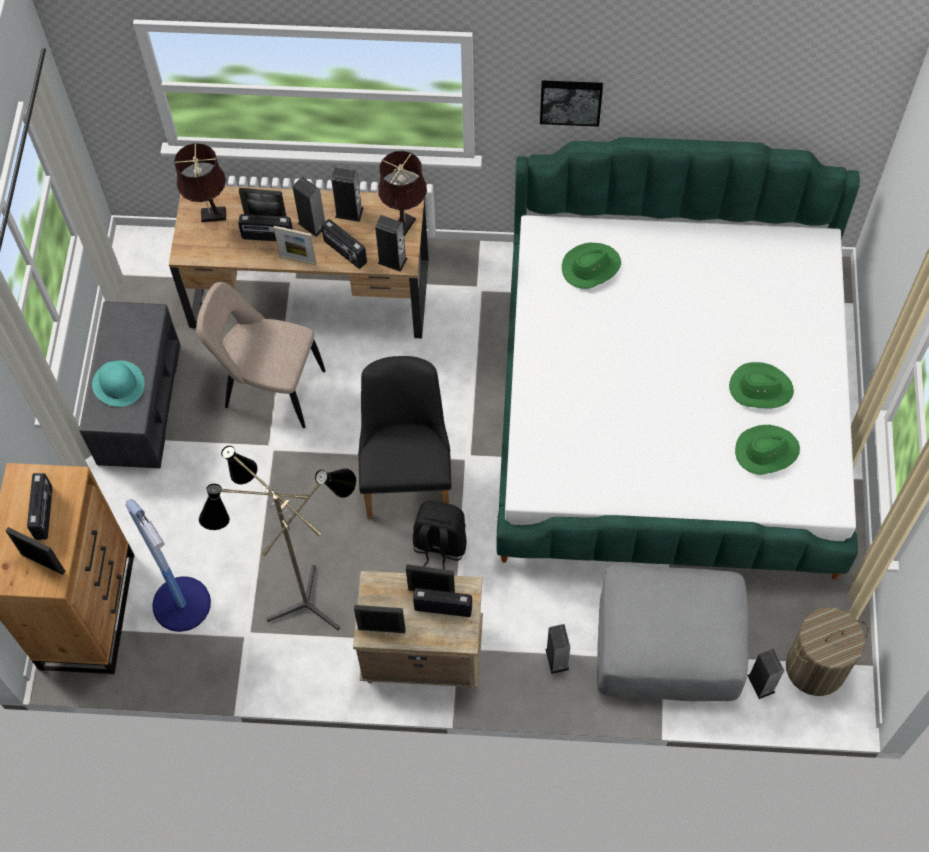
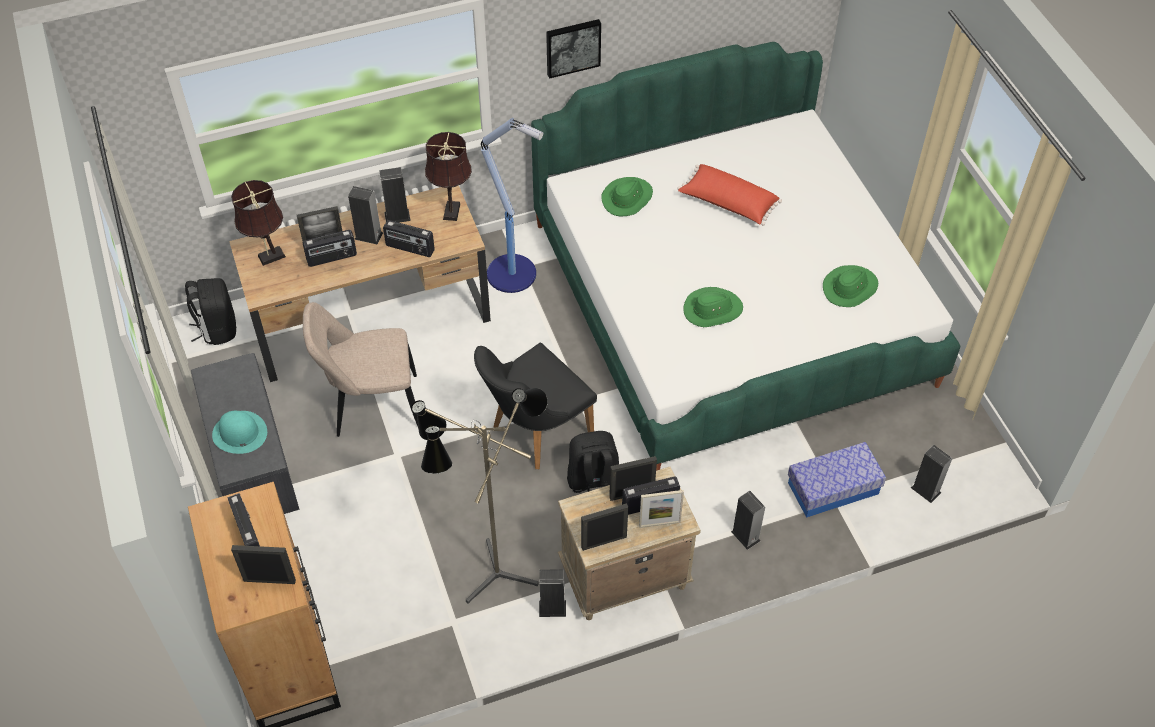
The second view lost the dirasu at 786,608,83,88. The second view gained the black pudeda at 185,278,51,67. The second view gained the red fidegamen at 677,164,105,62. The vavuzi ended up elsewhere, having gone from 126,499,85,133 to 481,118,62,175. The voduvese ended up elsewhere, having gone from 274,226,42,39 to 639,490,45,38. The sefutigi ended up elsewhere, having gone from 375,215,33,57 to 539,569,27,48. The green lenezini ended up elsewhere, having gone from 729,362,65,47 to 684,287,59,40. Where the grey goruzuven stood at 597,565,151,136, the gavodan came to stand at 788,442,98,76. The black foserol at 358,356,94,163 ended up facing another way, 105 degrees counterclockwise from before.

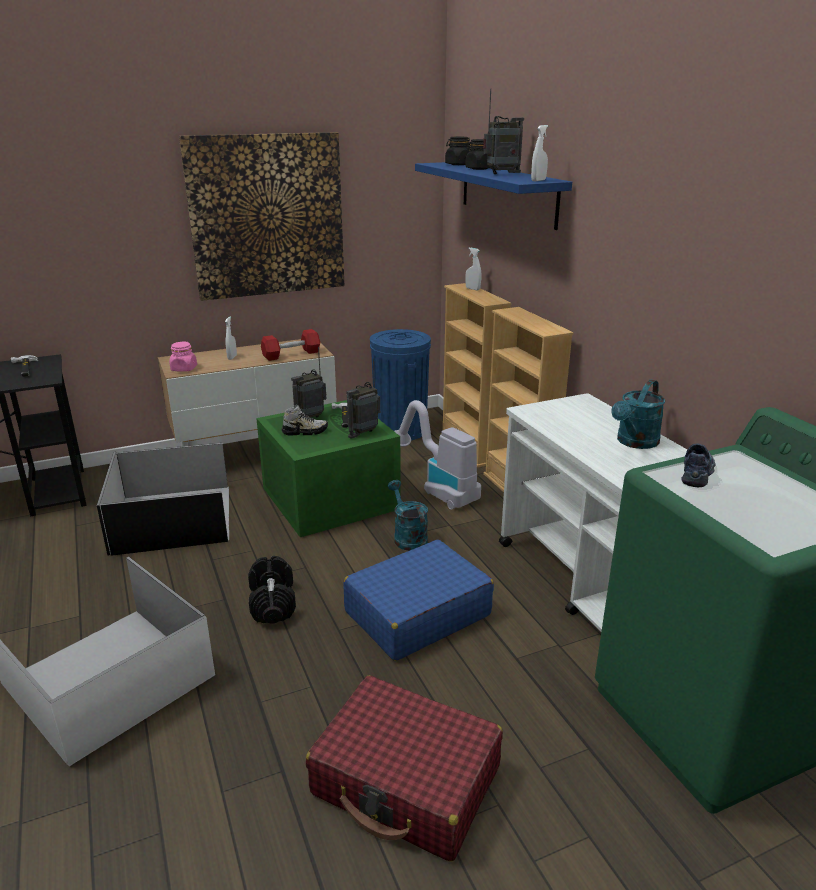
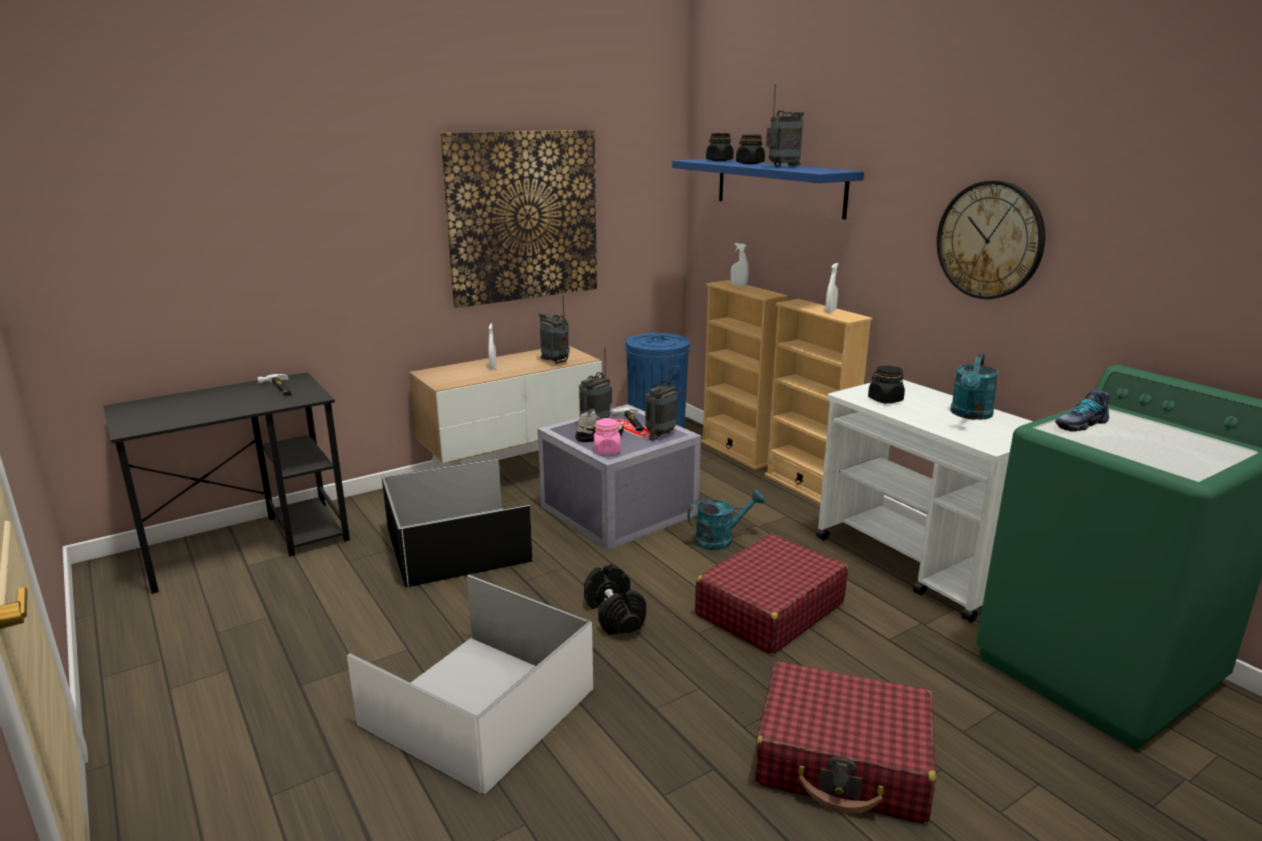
The second view lost the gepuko at 394,400,87,110. The second view gained the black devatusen at 868,365,37,39. The second view gained the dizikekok at 937,180,108,119. The pink devatusen ended up elsewhere, having gone from 169,342,28,30 to 594,418,27,36. The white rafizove ended up elsewhere, having gone from 531,125,17,57 to 825,263,14,50. Where the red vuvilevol stood at 261,329,59,32, the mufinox came to stand at 539,295,31,69. What was the green gavodan at 256,400,145,137 turned into the grey gavodan at 538,404,163,146. What was the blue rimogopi at 343,540,151,121 turned into the red rimogopi at 695,534,153,121. The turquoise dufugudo at 388,480,40,71 ended up facing another way, 105 degrees clockwise from before. The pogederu at 681,443,34,44 ended up facing another way, 135 degrees counterclockwise from before.

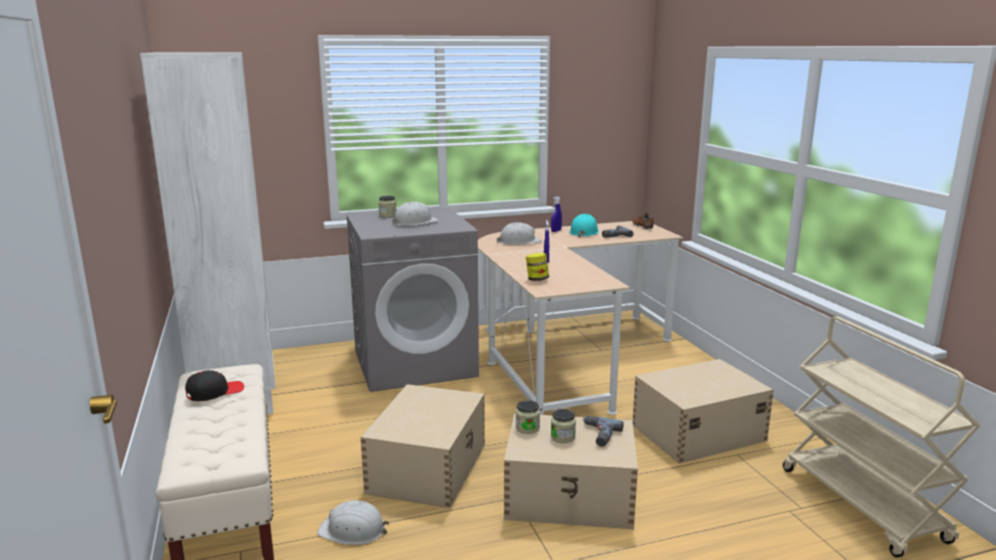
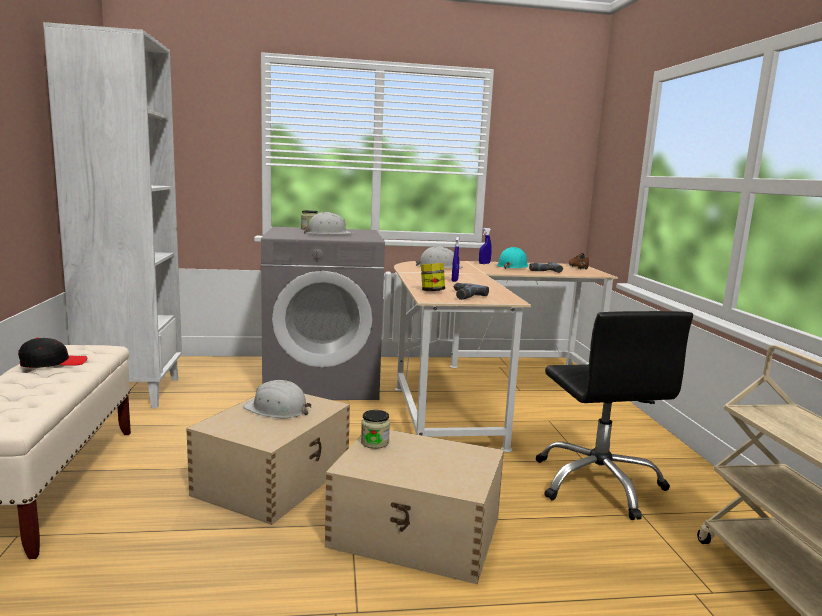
The second view lost the devatusen at 551,409,25,34. The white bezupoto ended up elsewhere, having gone from 317,501,72,44 to 243,380,68,39. The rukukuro ended up elsewhere, having gone from 583,416,41,31 to 453,283,36,17. Where the beige gavodan stood at 633,359,141,105, the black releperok came to stand at 536,311,157,209.

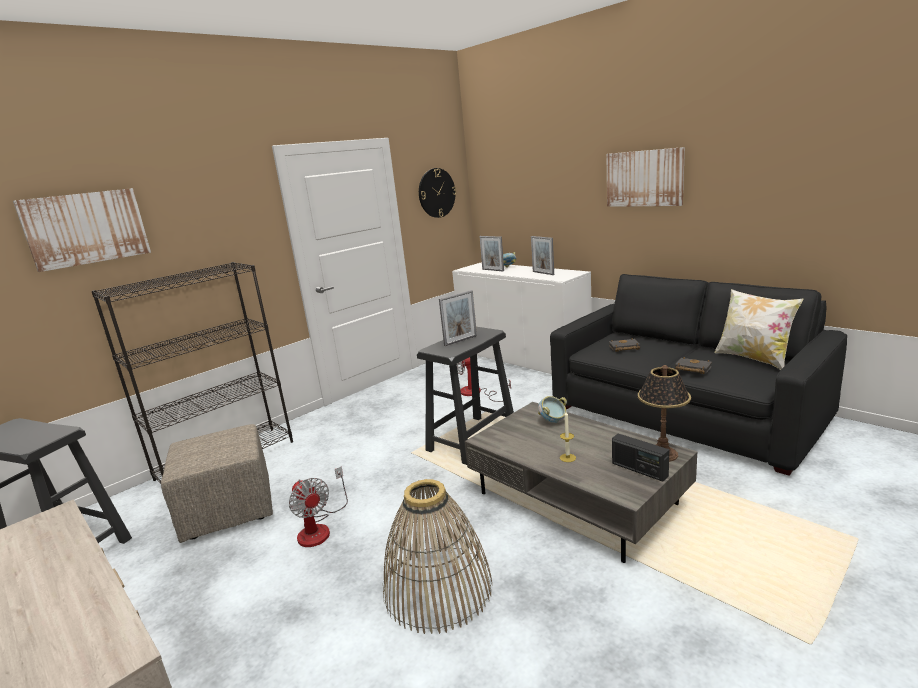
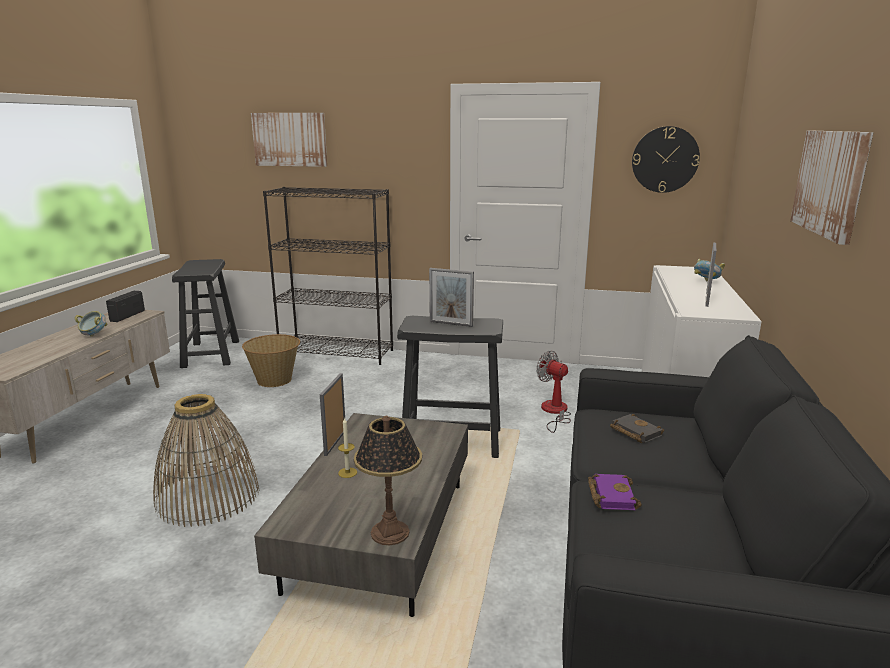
The second view lost the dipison at 289,466,59,81. The second view lost the fidegamen at 714,289,89,81. The voduvese ended up elsewhere, having gone from 480,236,24,35 to 320,373,25,83. The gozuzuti ended up elsewhere, having gone from 538,396,29,27 to 75,311,32,26. The mufinox ended up elsewhere, having gone from 612,434,57,48 to 106,291,39,31. Where the beige goruzuven stood at 161,424,112,119, the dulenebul came to stand at 242,334,58,53. What was the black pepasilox at 675,357,37,17 turned into the purple pepasilox at 588,474,54,36.

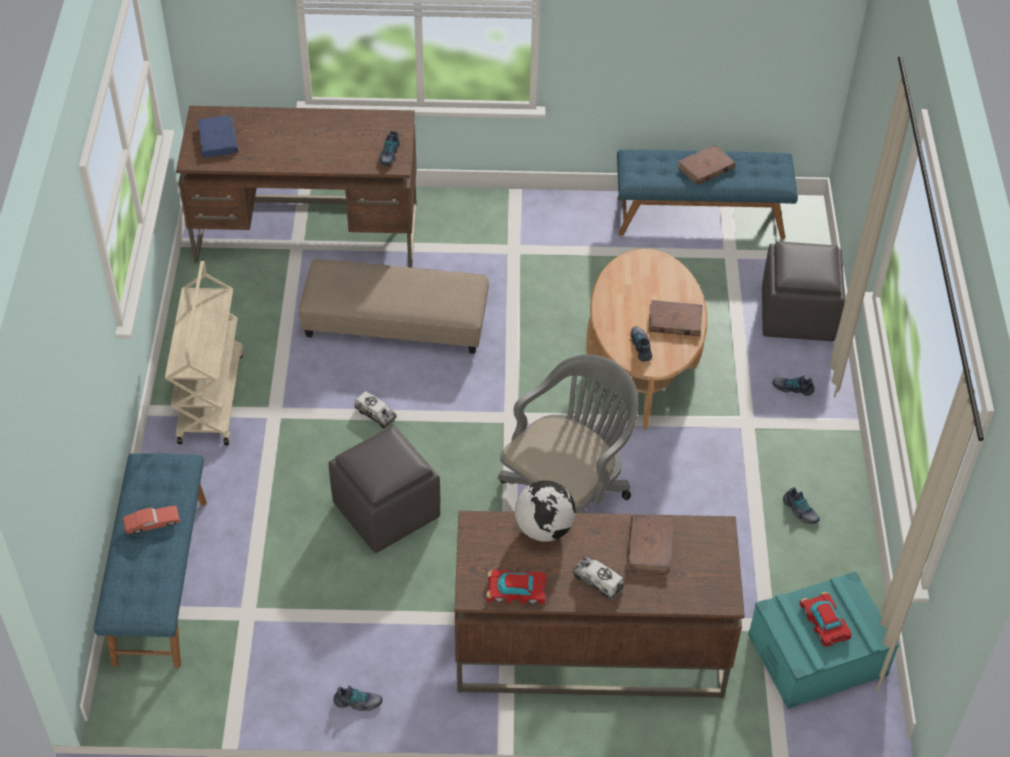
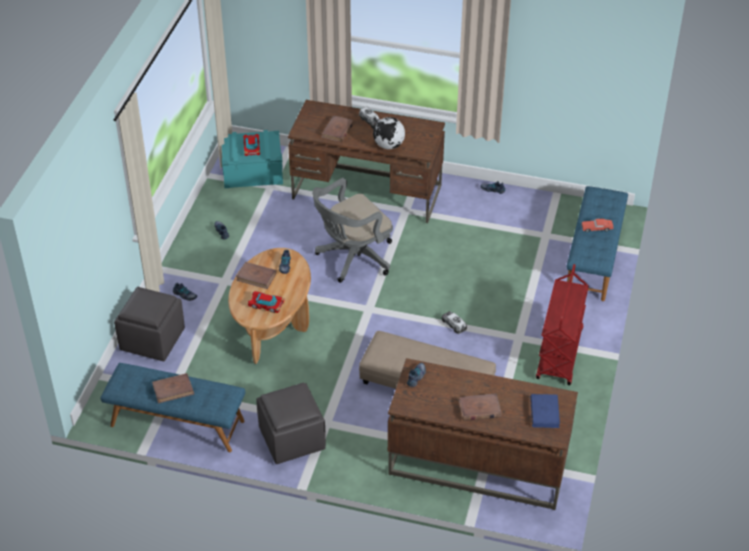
The second view gained the brown pepasilox at 458,393,44,28. The grey goruzuven ended up elsewhere, having gone from 328,426,112,127 to 256,383,70,81. The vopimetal ended up elsewhere, having gone from 487,570,59,34 to 248,291,36,22. What was the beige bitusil at 165,261,78,184 turned into the red bitusil at 536,264,53,121.

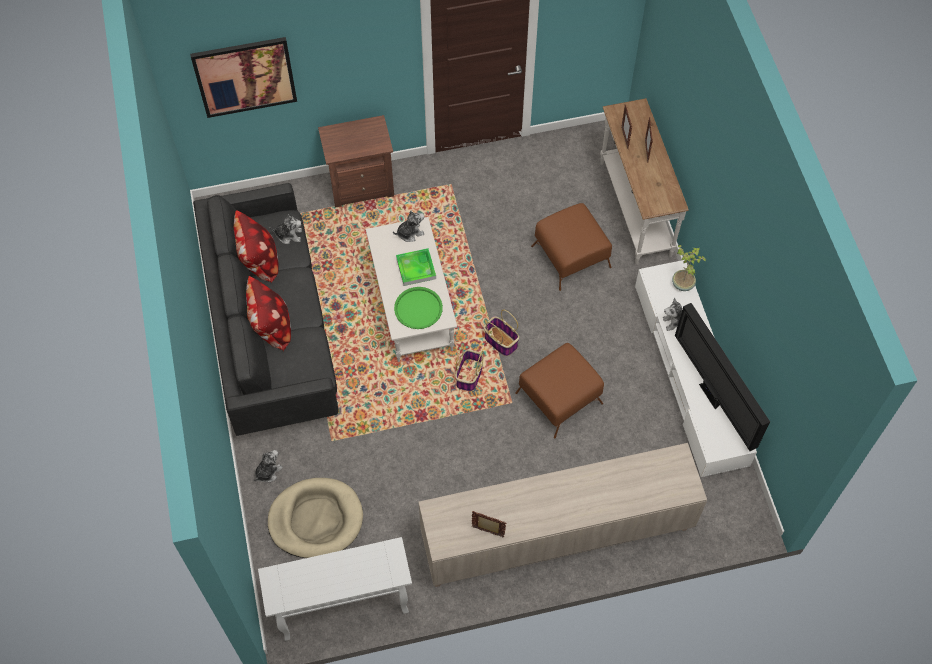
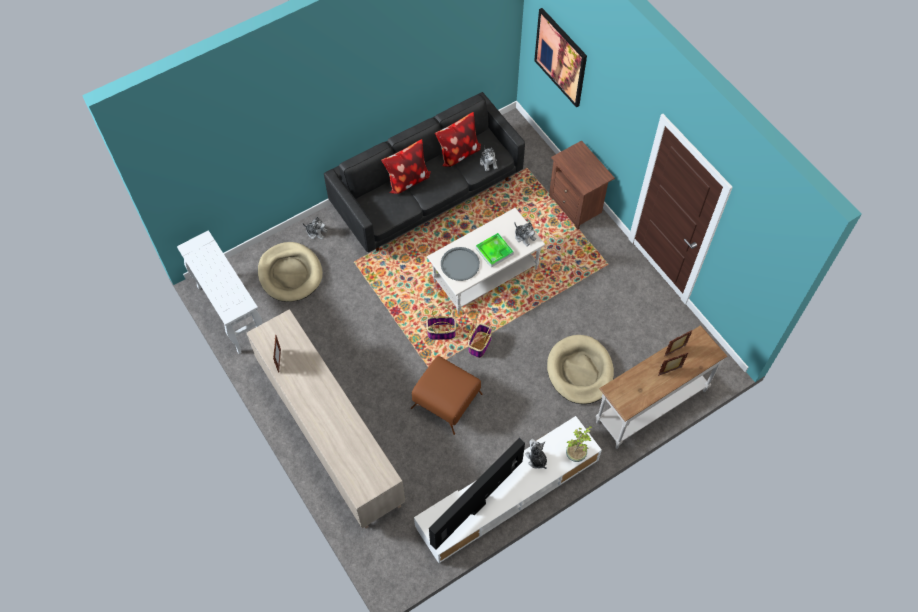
Where the brown goruzuven stood at 531,203,81,88, the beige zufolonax came to stand at 547,335,67,69. What was the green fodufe at 394,287,49,42 turned into the grey fodufe at 441,247,39,34.

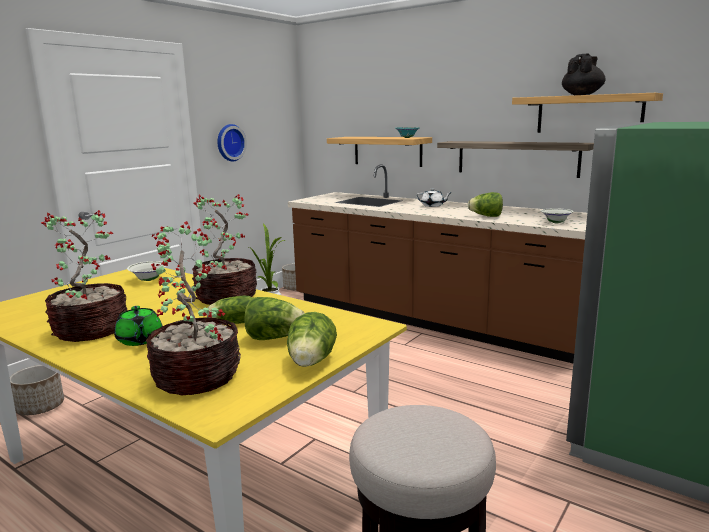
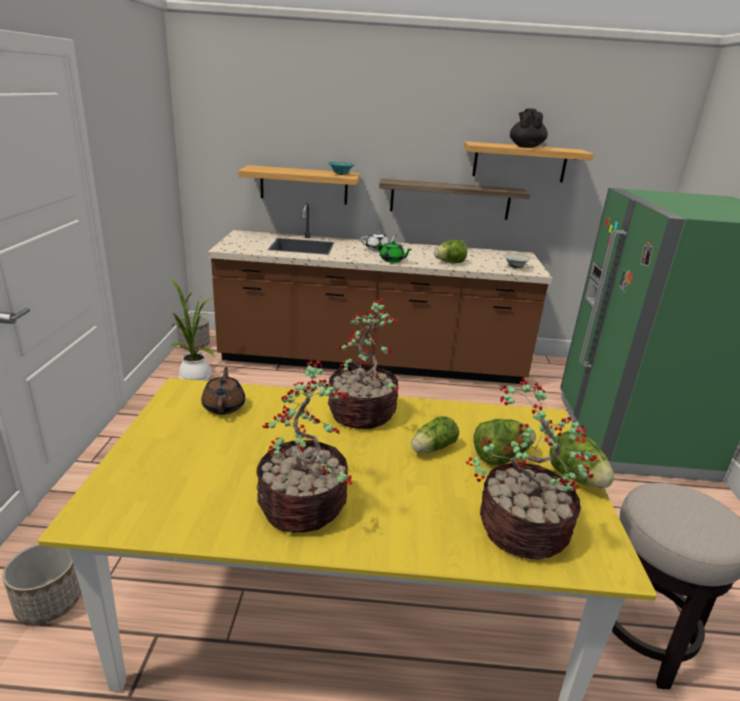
The second view lost the dizikekok at 217,124,30,38. The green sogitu ended up elsewhere, having gone from 114,306,49,40 to 376,241,36,22. Where the white gozuzuti stood at 127,261,39,20, the brown sogitu came to stand at 201,367,44,48.

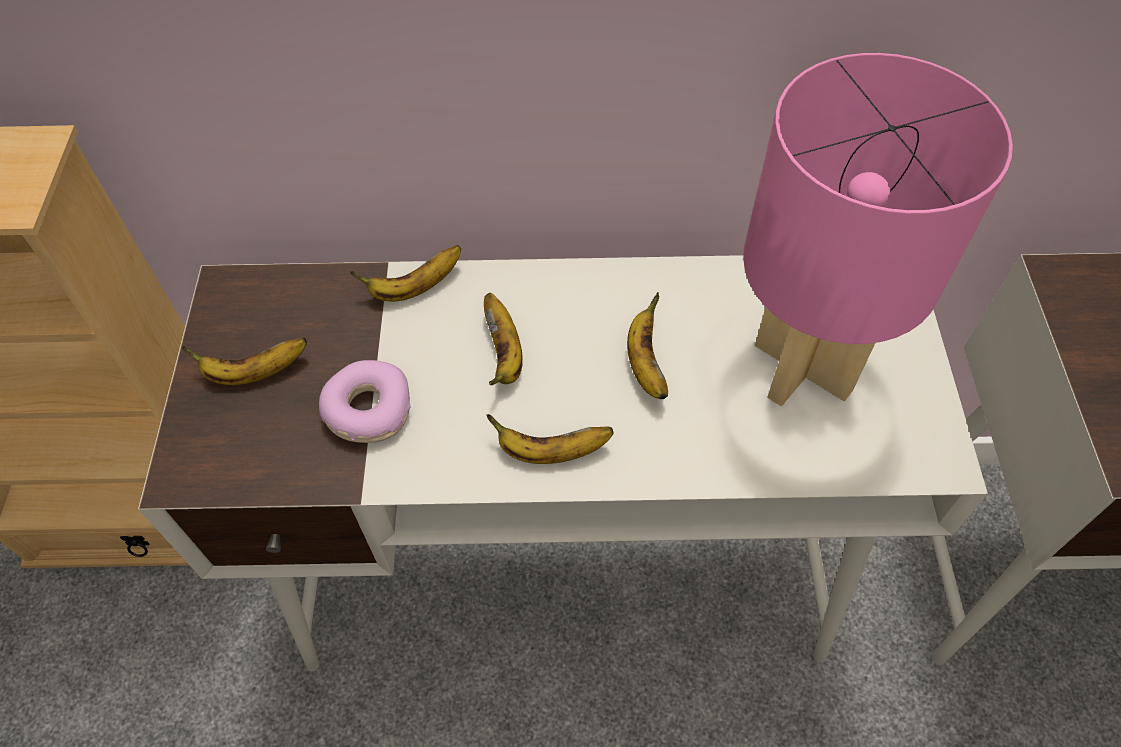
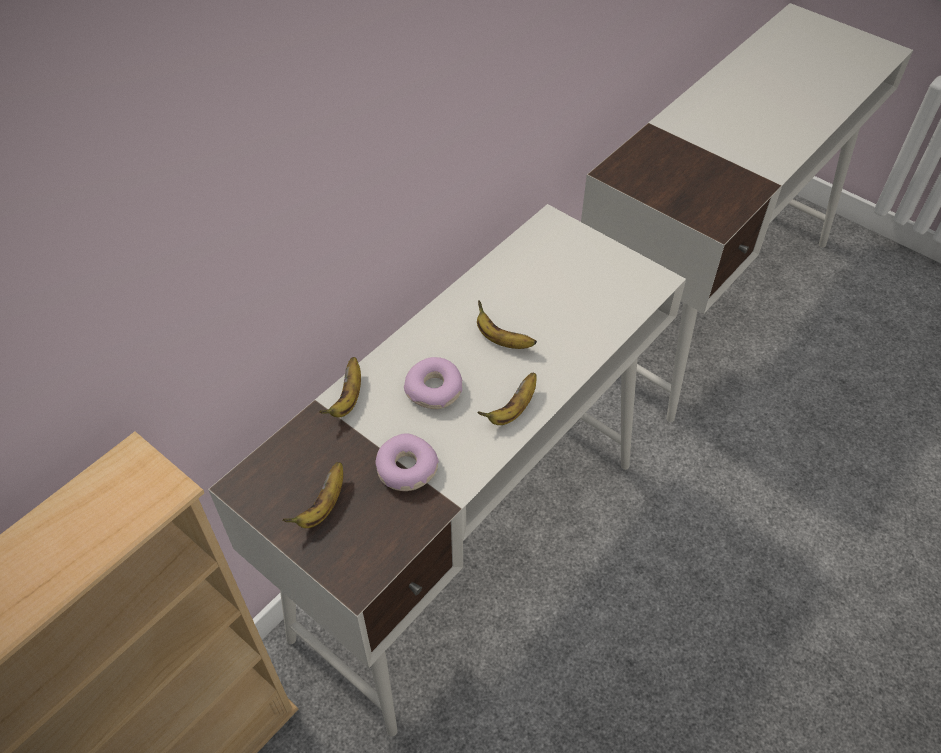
The second view lost the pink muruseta at 743,53,270,353. Where the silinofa stood at 484,293,39,92, the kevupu came to stand at 404,357,58,52.

